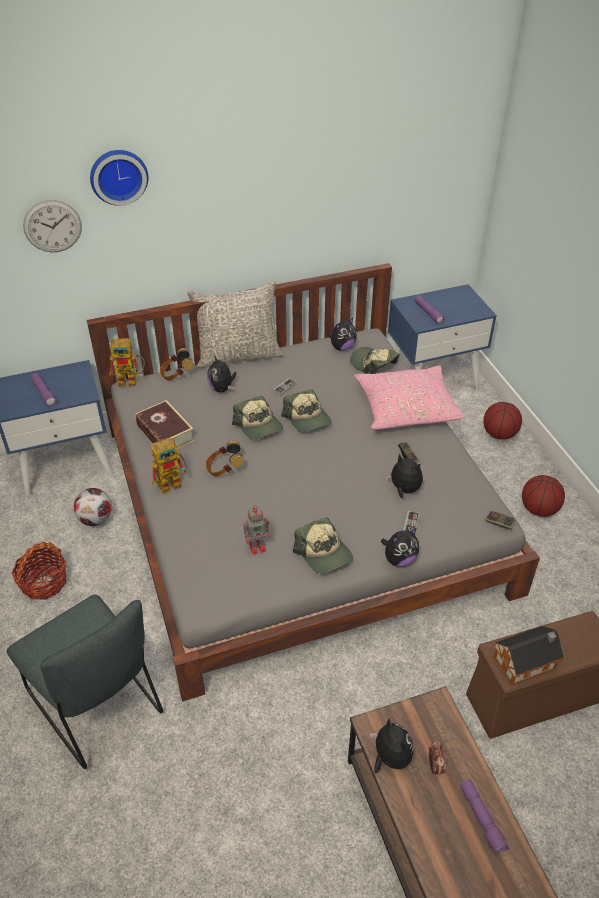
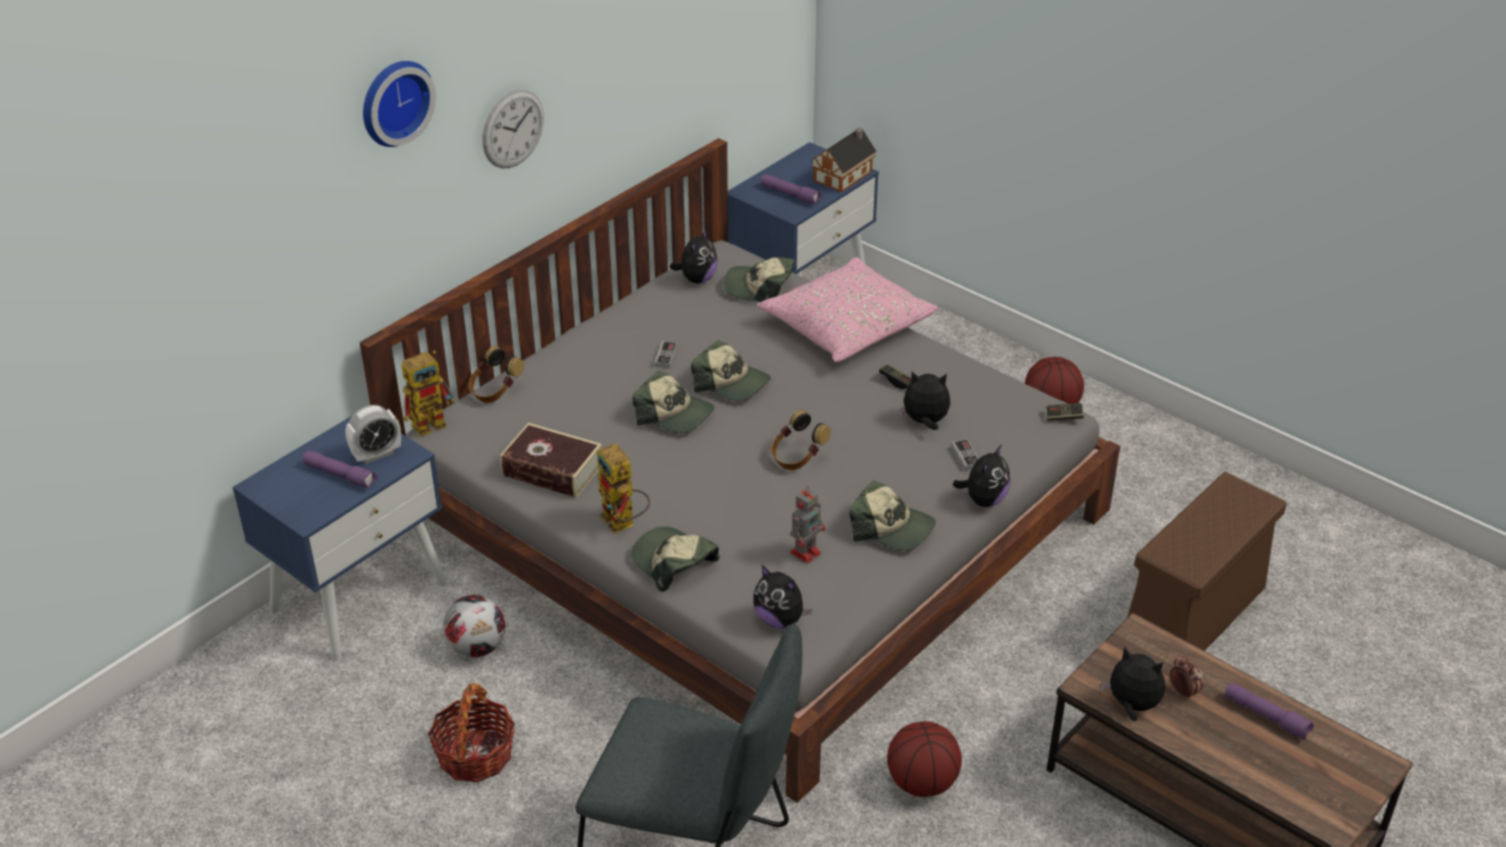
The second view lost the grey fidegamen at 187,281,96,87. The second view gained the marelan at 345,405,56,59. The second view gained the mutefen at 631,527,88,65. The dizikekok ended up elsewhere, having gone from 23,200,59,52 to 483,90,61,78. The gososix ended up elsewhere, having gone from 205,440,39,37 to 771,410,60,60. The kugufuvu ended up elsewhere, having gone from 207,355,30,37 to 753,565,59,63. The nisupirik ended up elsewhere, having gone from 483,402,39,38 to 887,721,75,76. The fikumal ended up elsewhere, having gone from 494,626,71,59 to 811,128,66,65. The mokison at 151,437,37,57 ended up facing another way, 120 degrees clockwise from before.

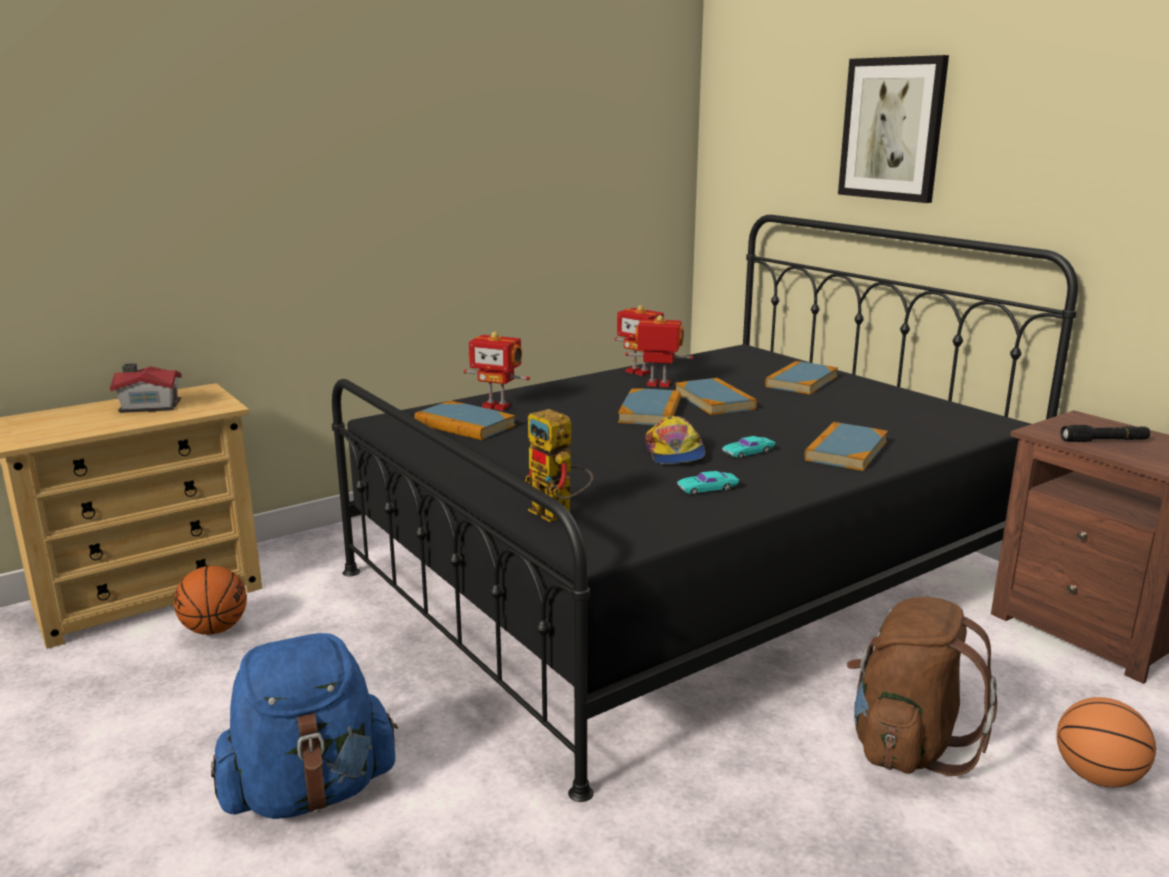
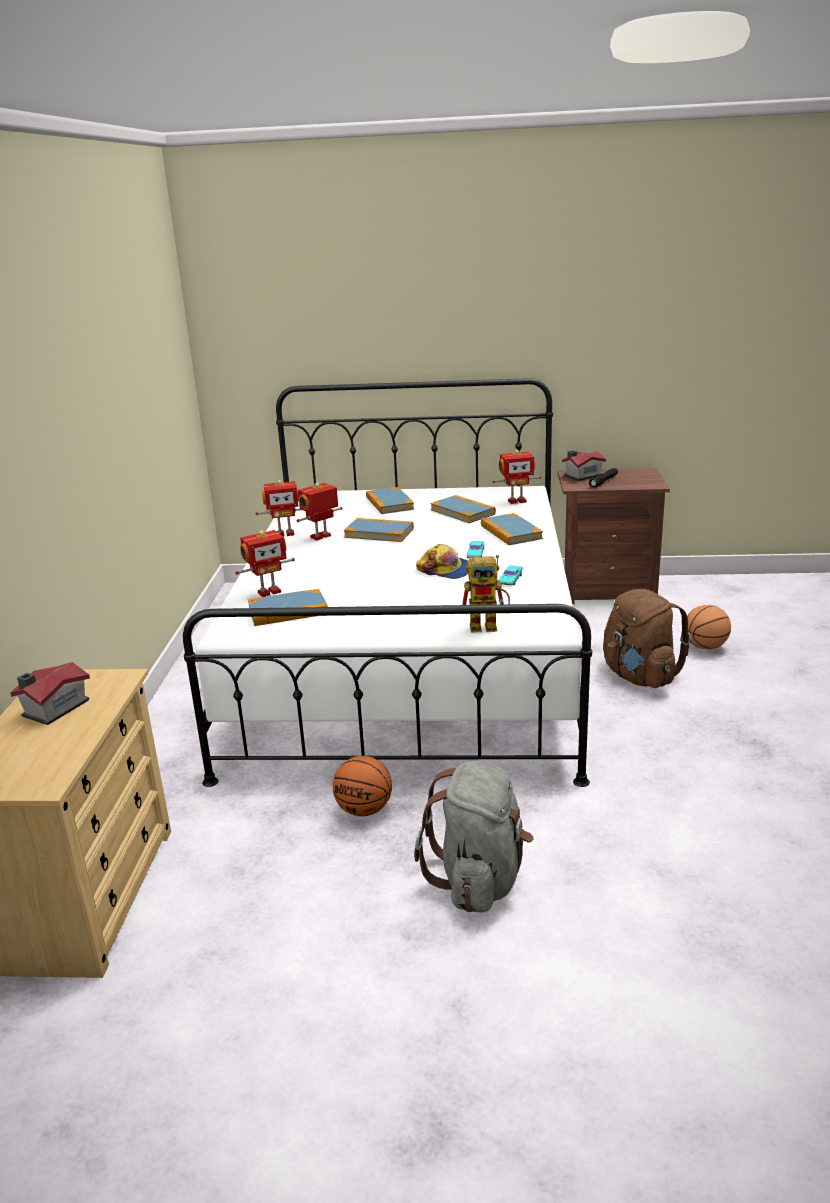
The second view lost the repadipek at 838,55,111,148. The second view gained the mokison at 492,450,49,54. The second view gained the fikumal at 562,450,44,31. The nisupirik ended up elsewhere, having gone from 174,566,73,69 to 333,756,59,60. The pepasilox ended up elsewhere, having gone from 618,388,63,37 to 430,495,66,28. What was the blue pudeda at 211,633,187,186 turned into the grey pudeda at 414,761,120,151. What was the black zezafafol at 332,215,746,587 turned into the white zezafafol at 183,378,409,409.

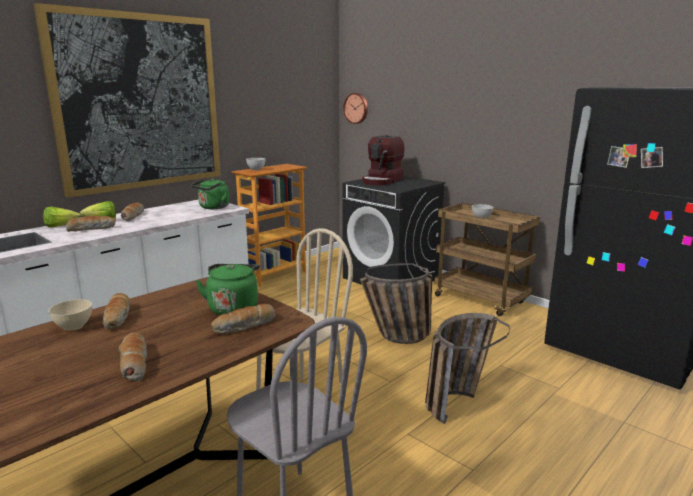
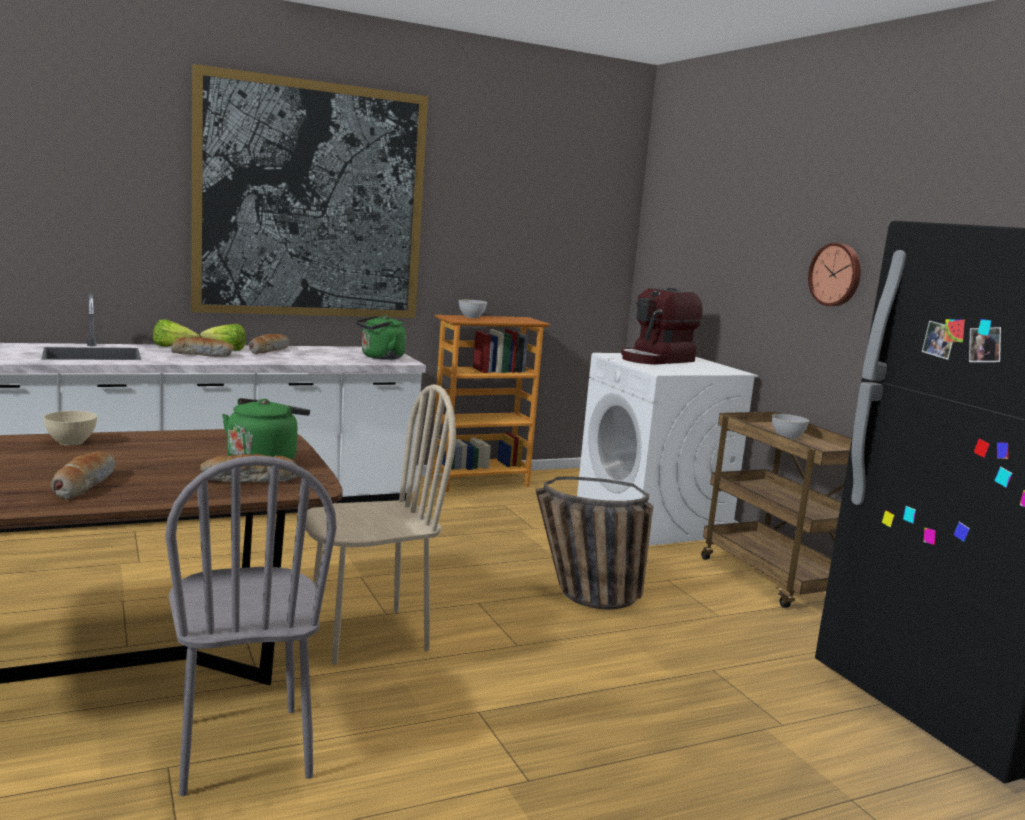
The second view lost the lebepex at 103,293,27,36. The second view lost the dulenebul at 425,313,85,111. The dizikekok ended up elsewhere, having gone from 344,93,24,31 to 808,243,53,63. What was the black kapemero at 342,176,104,109 turned into the white kapemero at 577,353,181,193.

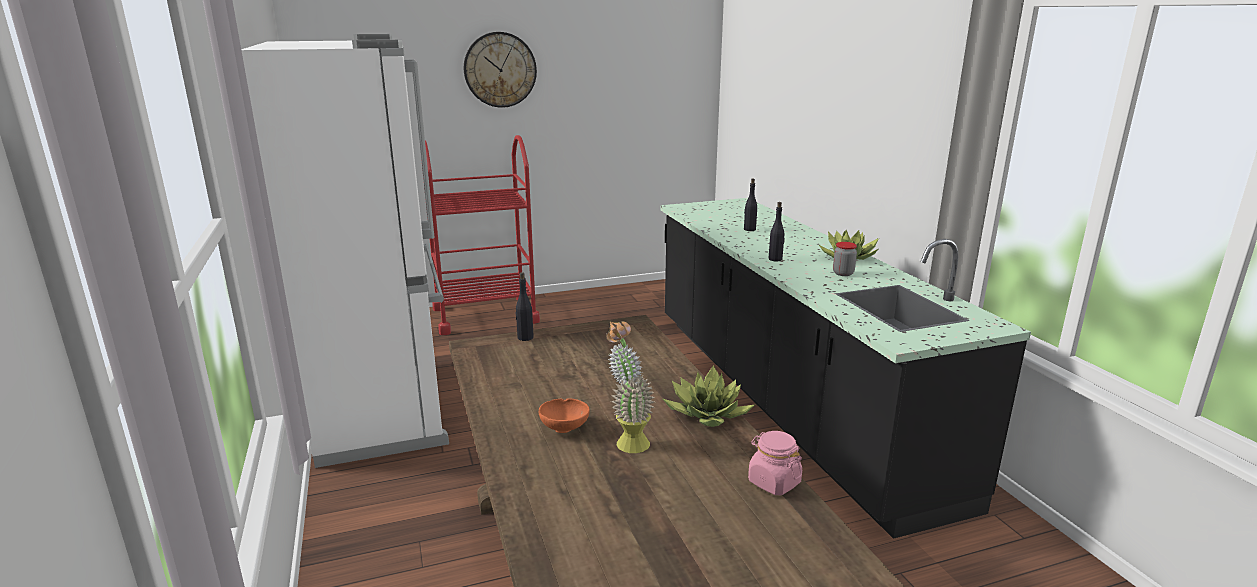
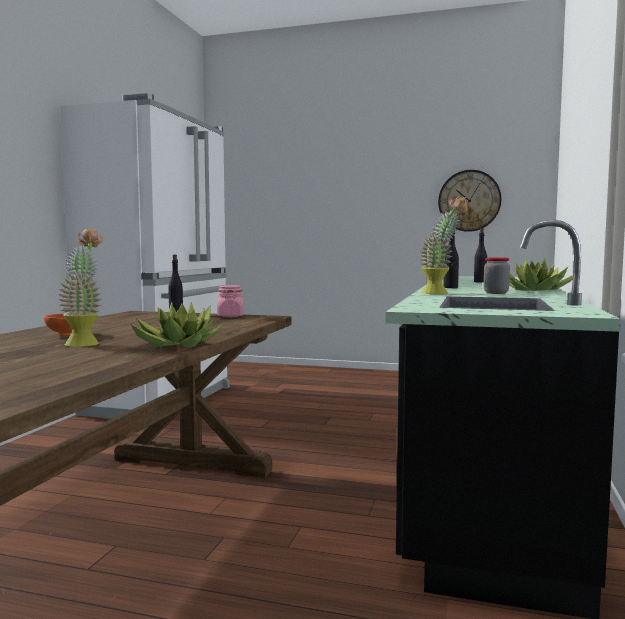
The second view lost the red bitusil at 421,135,119,200. The second view gained the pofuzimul at 420,196,47,98. The dizikekok ended up elsewhere, having gone from 464,32,73,76 to 438,170,63,62. The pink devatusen ended up elsewhere, having gone from 748,431,54,64 to 217,285,27,32.

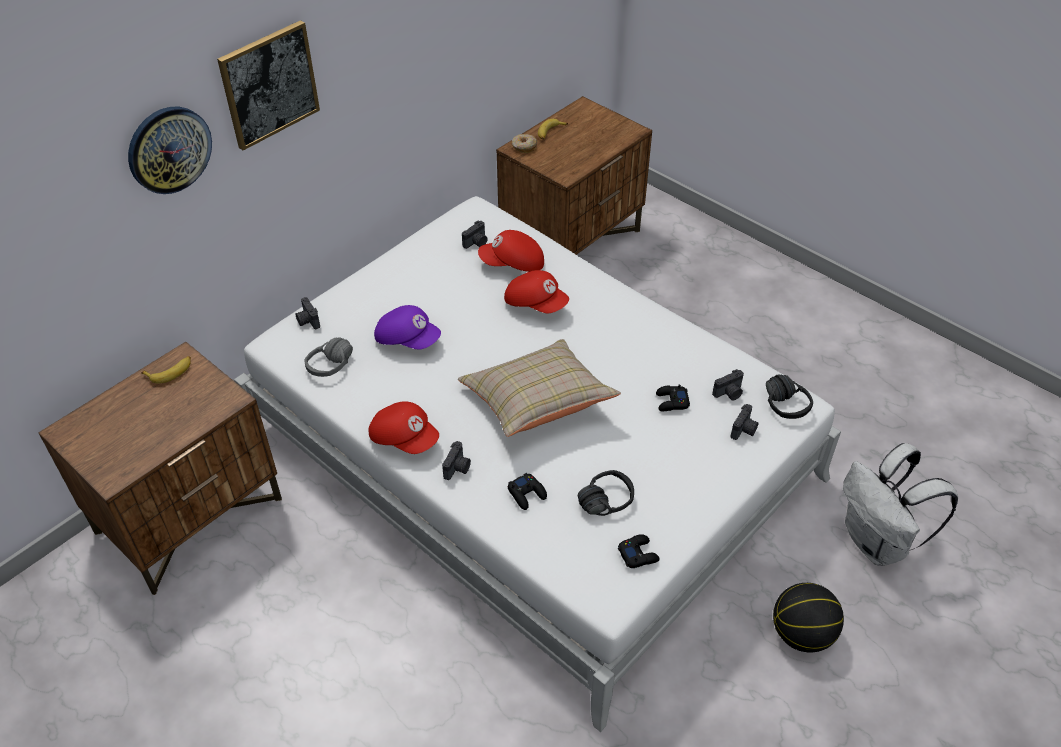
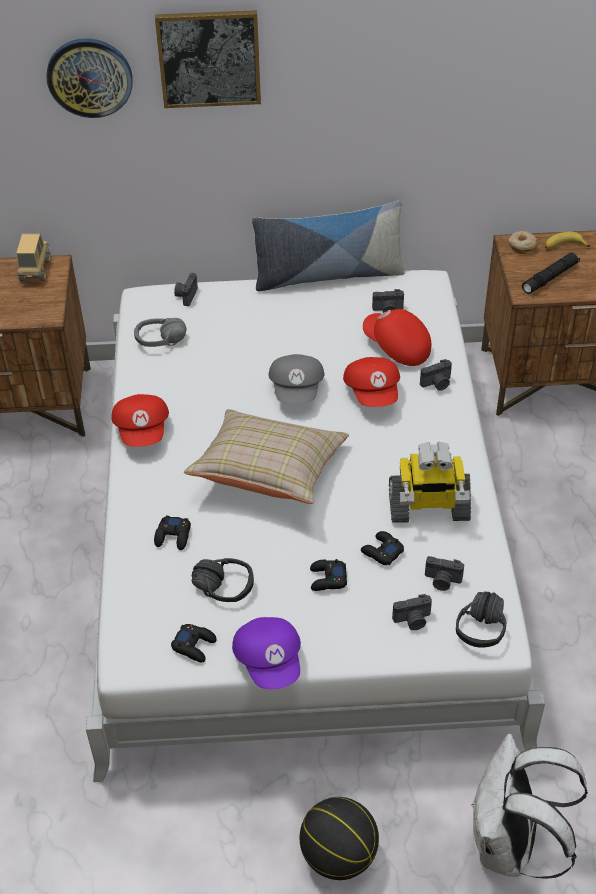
The second view gained the fidegamen at 252,201,153,90. The second view gained the grey mutefen at 268,354,57,50. The second view gained the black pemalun at 310,559,37,32. The second view gained the mokison at 389,441,82,82. The second view gained the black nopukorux at 522,252,58,42. The purple mutefen ended up elsewhere, having gone from 374,305,67,45 to 232,617,69,72. The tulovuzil ended up elsewhere, having gone from 442,441,29,39 to 420,359,32,32. Where the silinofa stood at 141,356,50,28, the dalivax came to stand at 16,233,35,48.

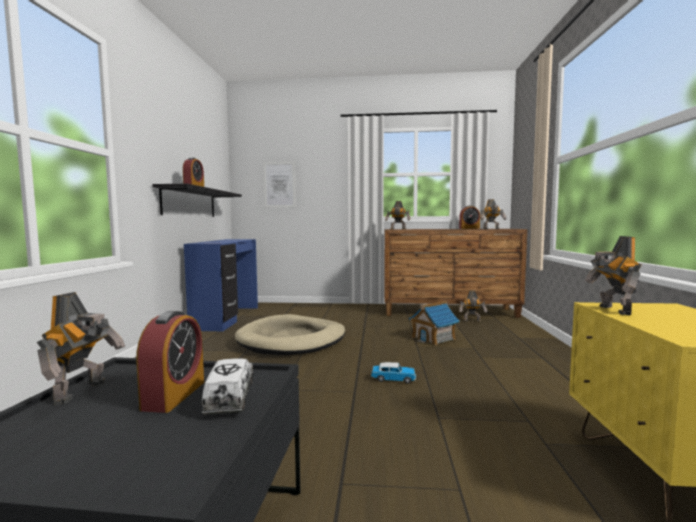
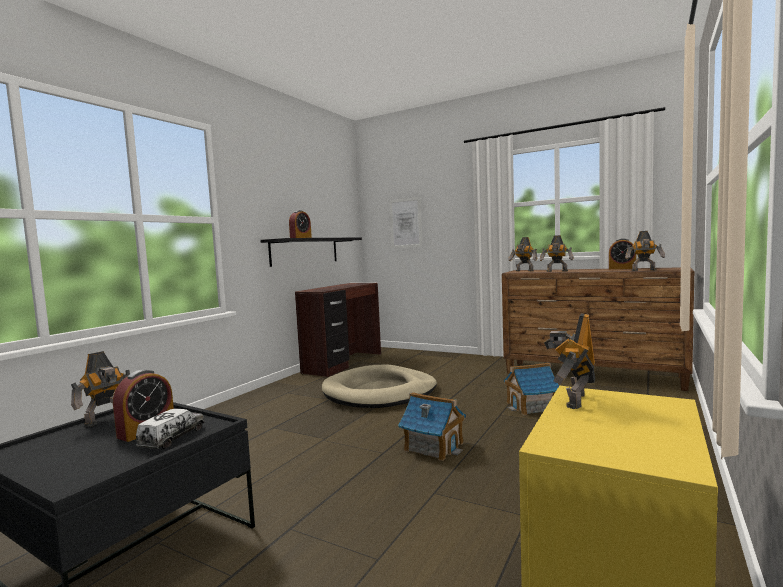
The mokison ended up elsewhere, having gone from 459,291,28,31 to 540,235,34,37. Where the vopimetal stood at 371,362,45,22, the fikumal came to stand at 398,392,68,69. What was the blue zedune at 184,239,74,93 turned into the brown zedune at 295,283,86,94.

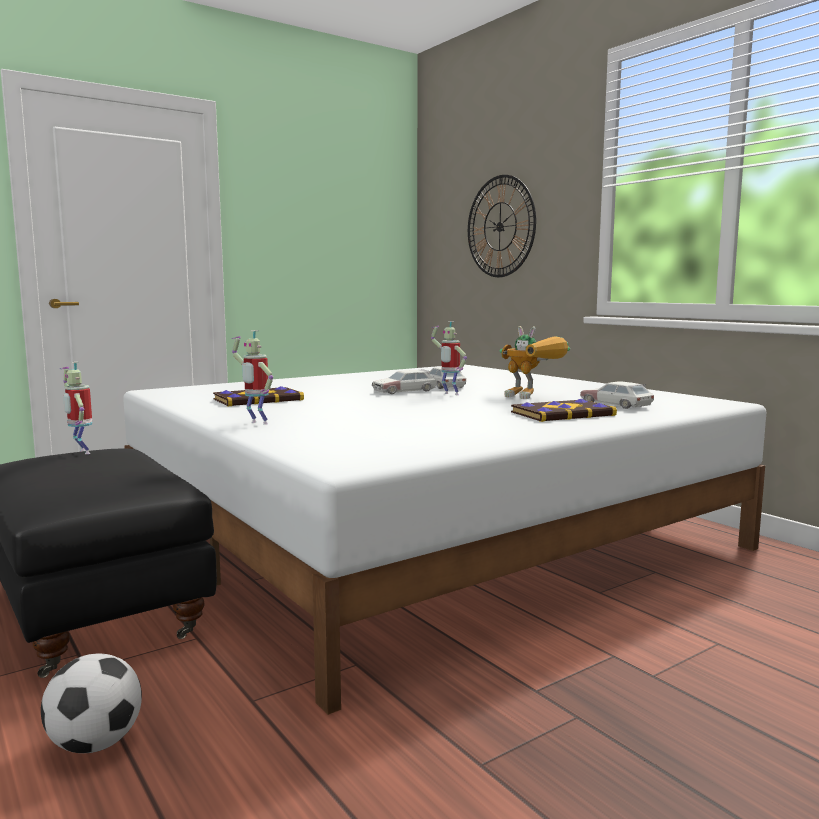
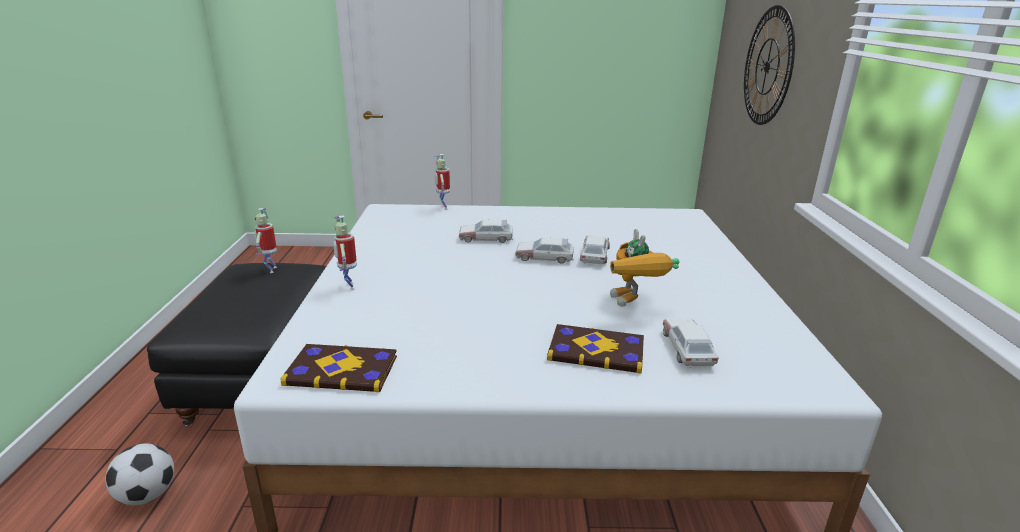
The second view gained the vopimetal at 459,220,55,23. The pepasilox ended up elsewhere, having gone from 213,386,91,20 to 281,344,116,48. The mokison ended up elsewhere, having gone from 431,321,36,74 to 435,154,15,56.

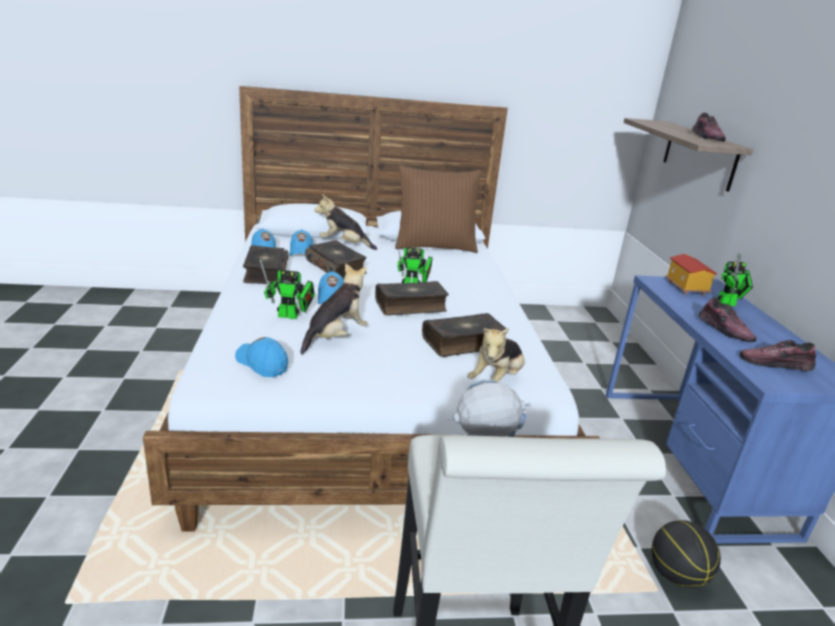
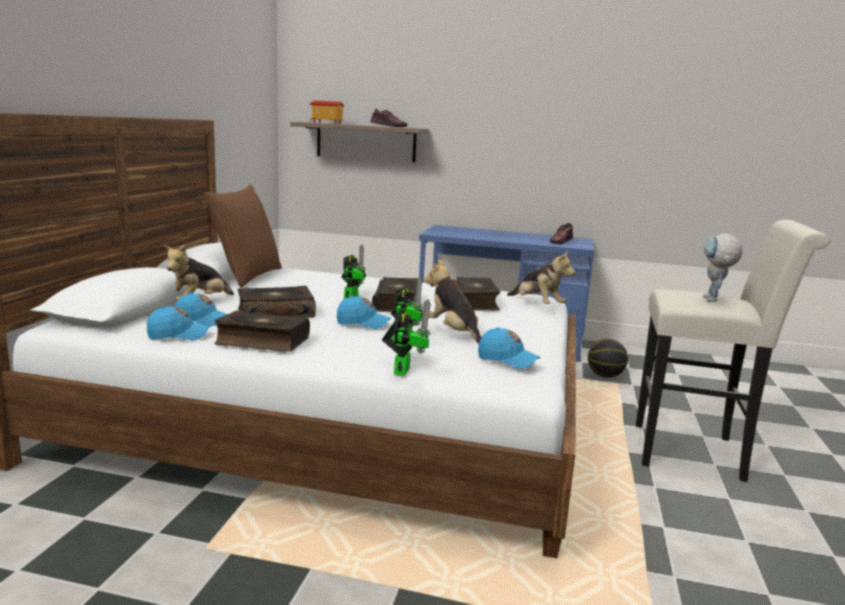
The second view lost the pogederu at 699,297,57,45. The fikumal ended up elsewhere, having gone from 665,254,52,41 to 309,101,35,23. The mokison ended up elsewhere, having gone from 717,253,36,53 to 382,299,49,77. The blue mutefen at 235,337,53,40 ended up facing another way, 120 degrees counterclockwise from before.

